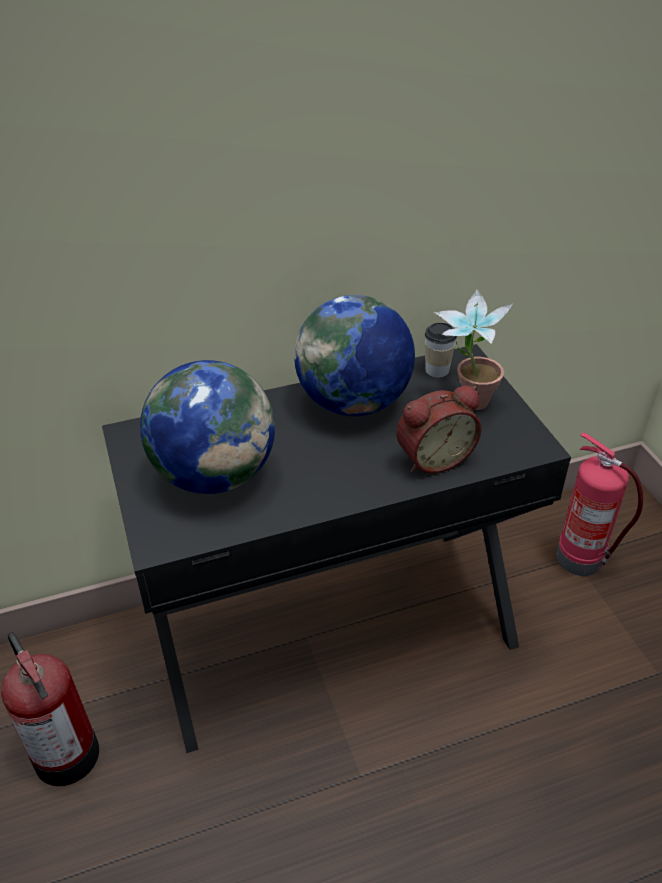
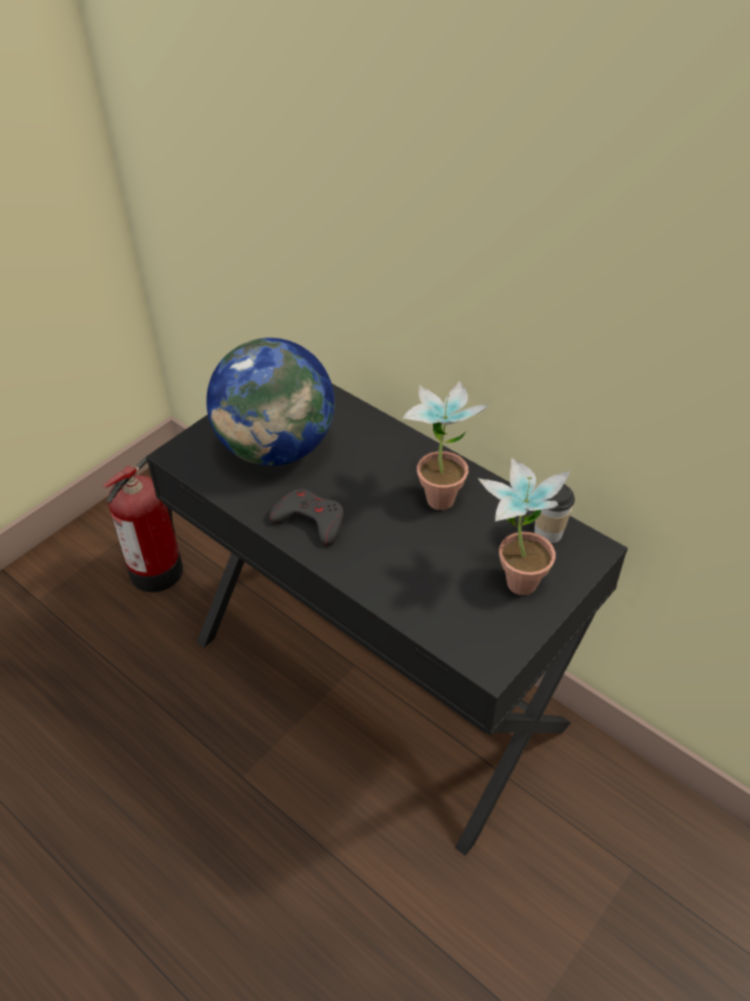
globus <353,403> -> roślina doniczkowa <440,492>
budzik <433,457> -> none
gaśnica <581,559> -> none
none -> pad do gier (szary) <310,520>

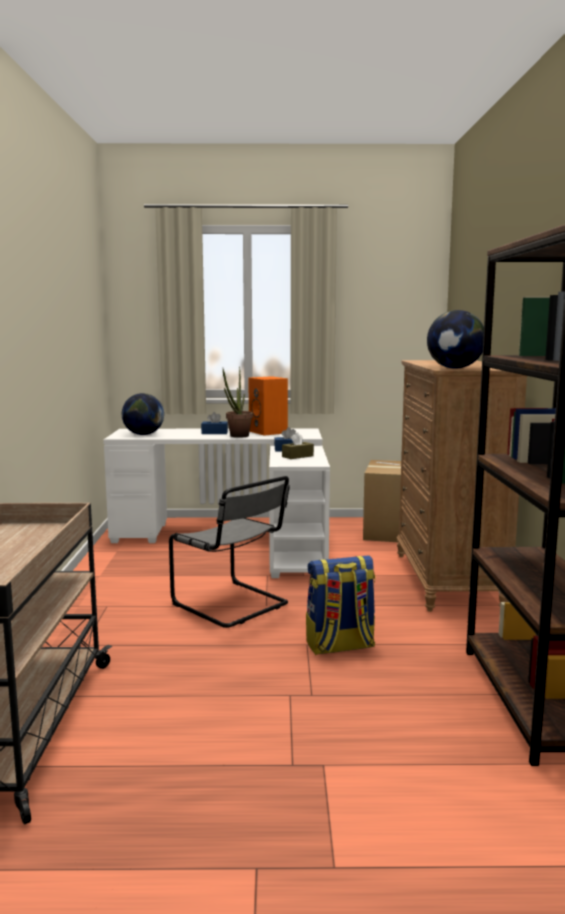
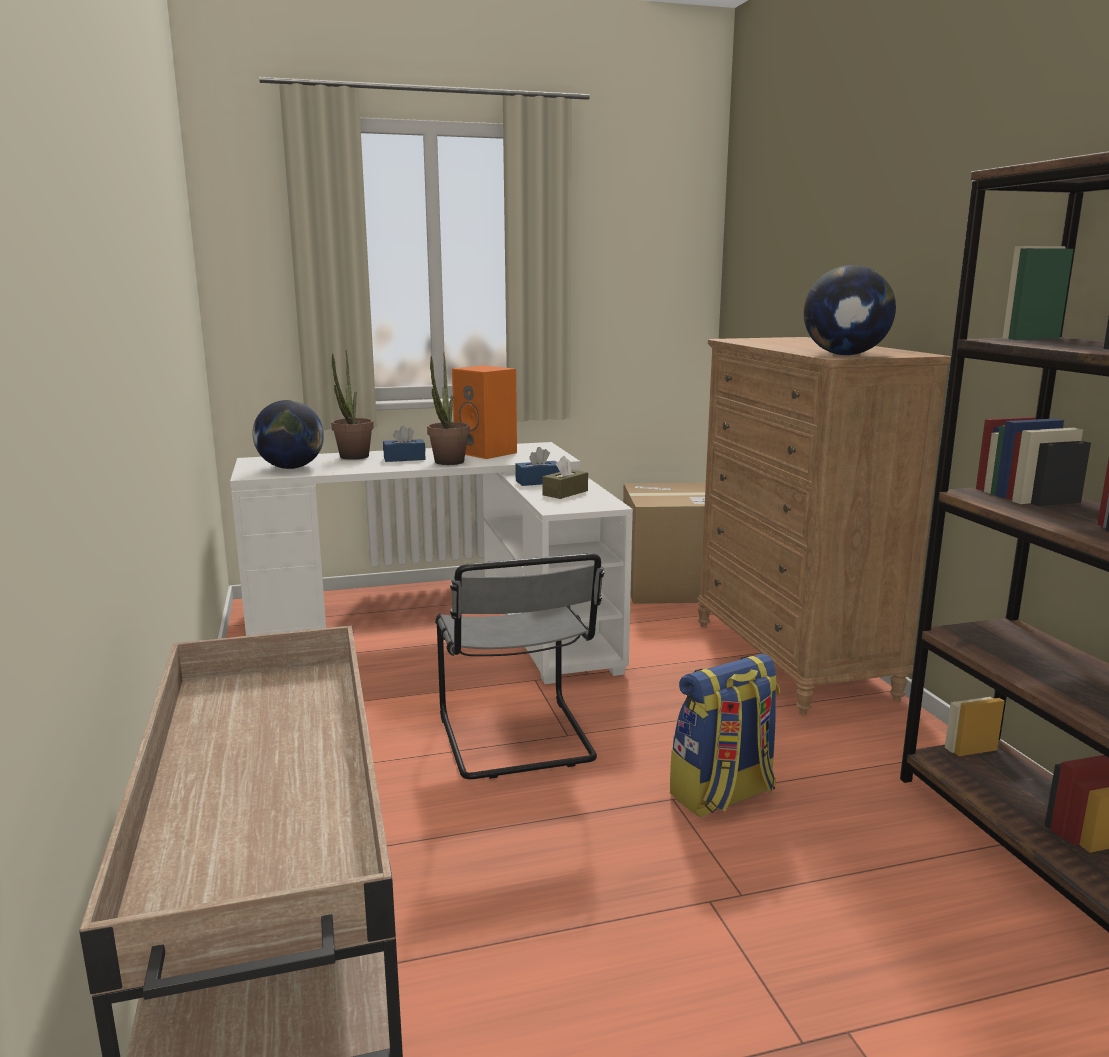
krzesło (szary) <233,605> -> krzesło (szary) <517,741>, 45 degrees clockwise
none -> roślina doniczkowa <352,458>

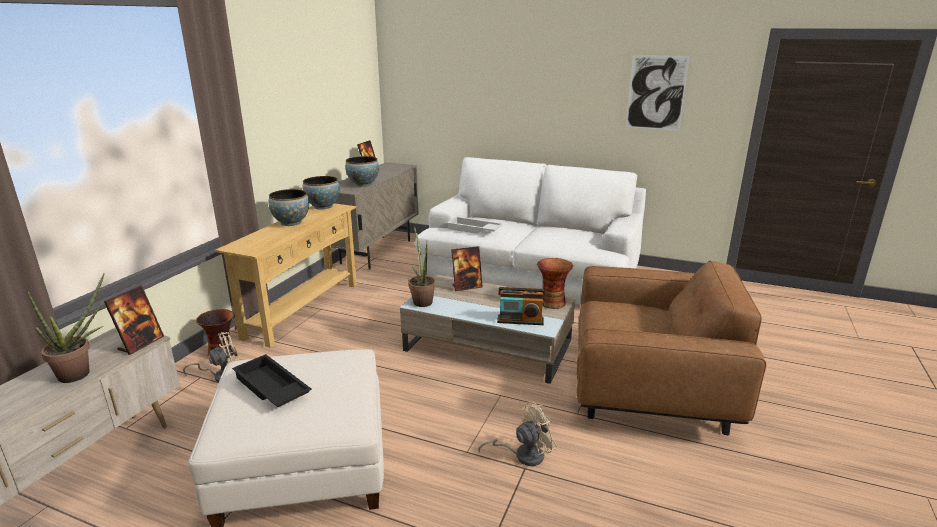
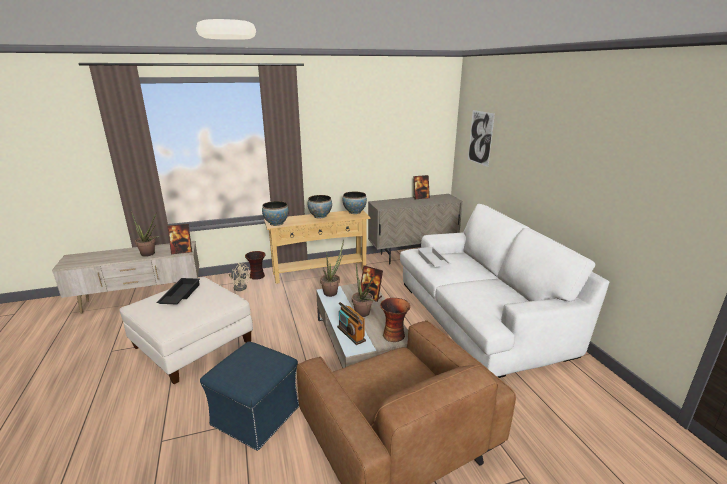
miska <363,184> -> miska <276,223>, move
wentylator (beżowy) <523,455> -> pufa (niebieski) <256,415>
obraz <656,93> -> obraz <480,138>, move
none -> roślina doniczkowa <363,314>

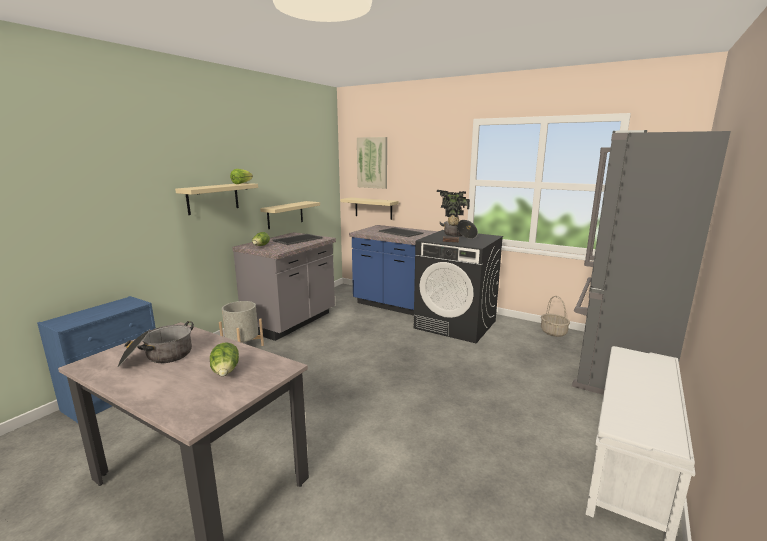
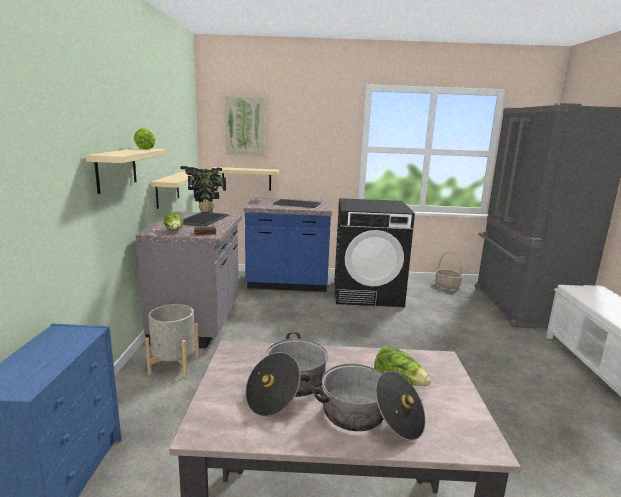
roślina doniczkowa <451,241> -> roślina doniczkowa <205,233>, move
garnek <459,235> -> garnek <369,417>, move

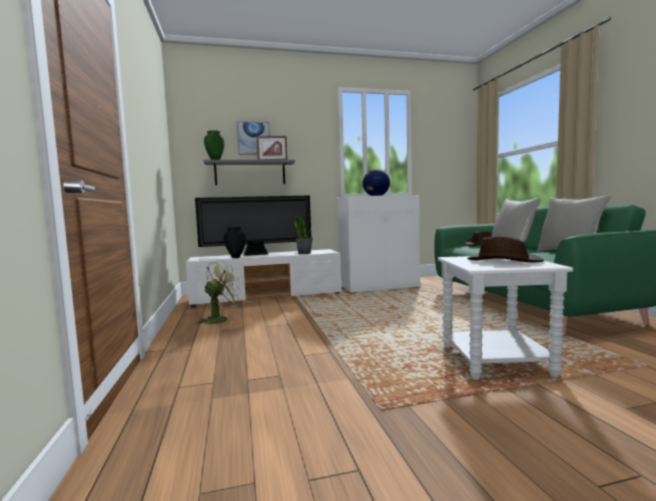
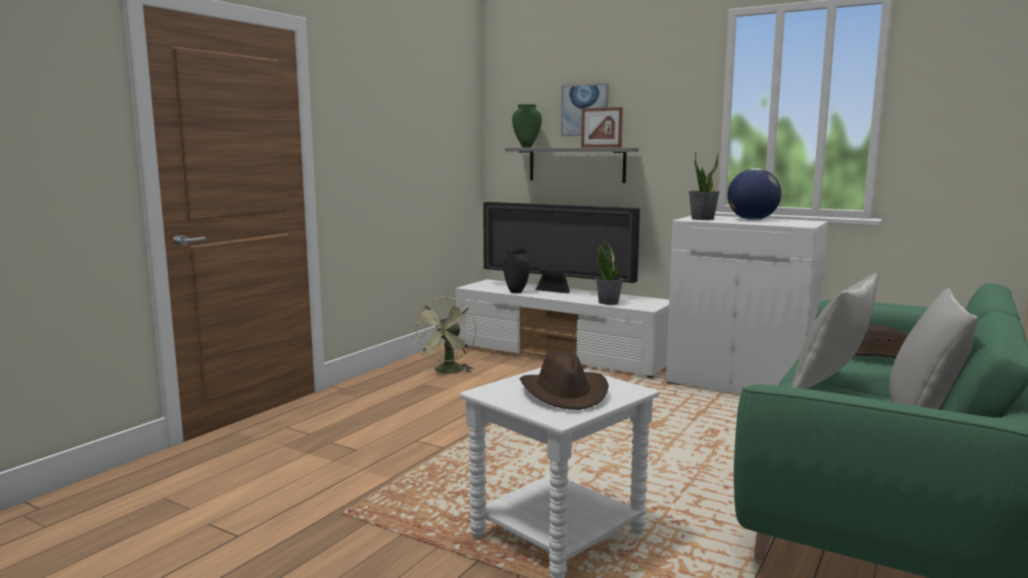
wentylator (zielony) <220,319> -> wentylator (zielony) <448,372>, 105 degrees clockwise
none -> roślina doniczkowa <702,219>

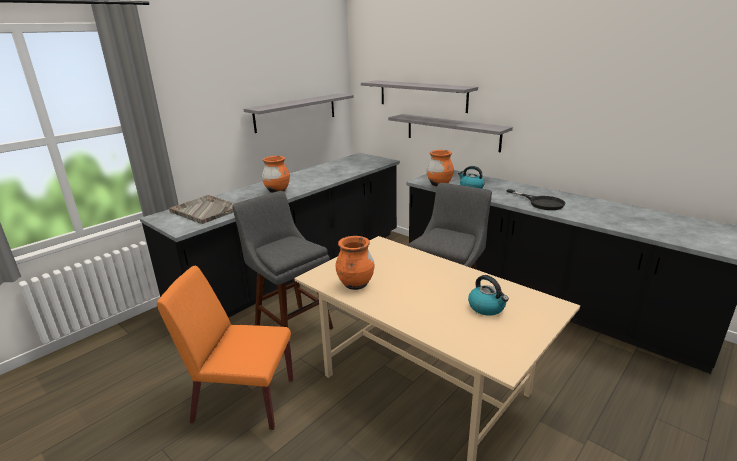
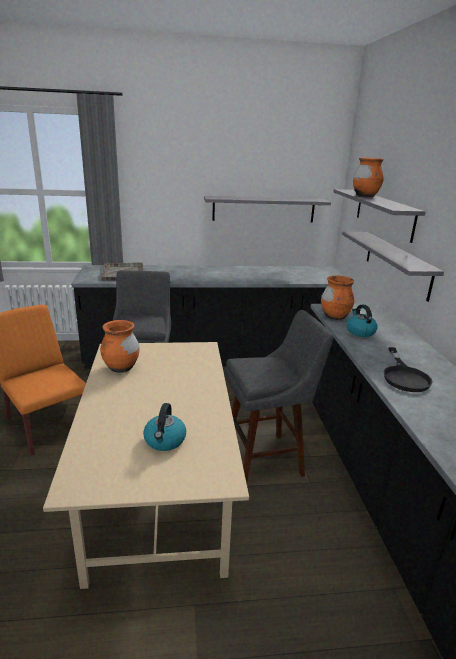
wazon (pomarańczowy) <277,191> -> wazon (pomarańczowy) <365,196>, move

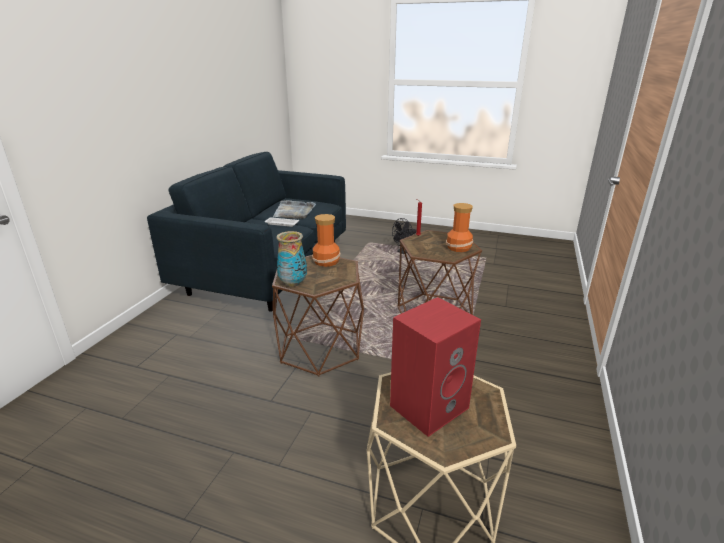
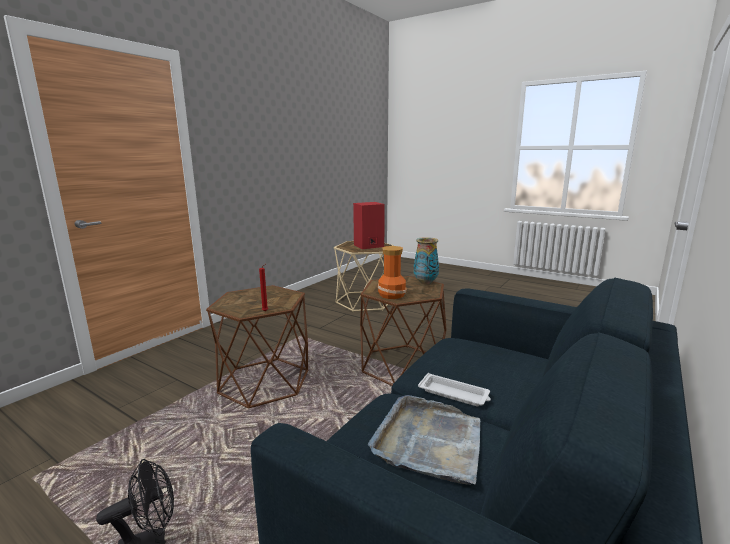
wazon <459,248> -> none

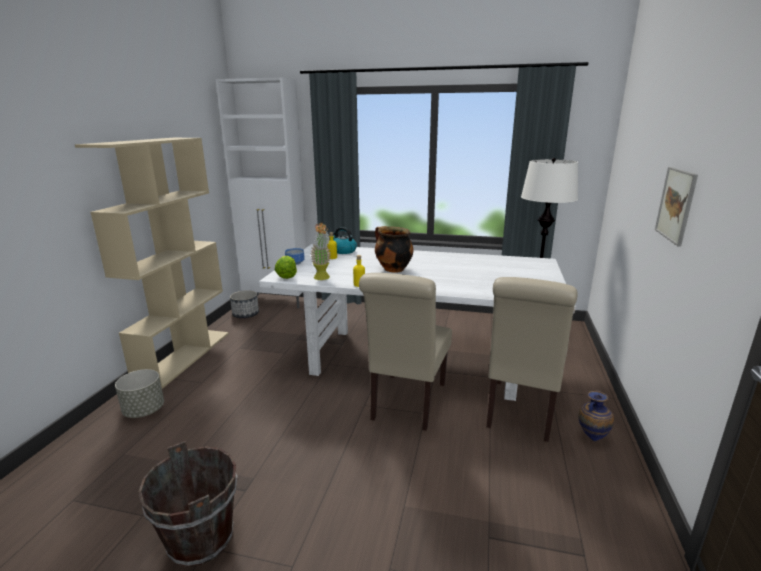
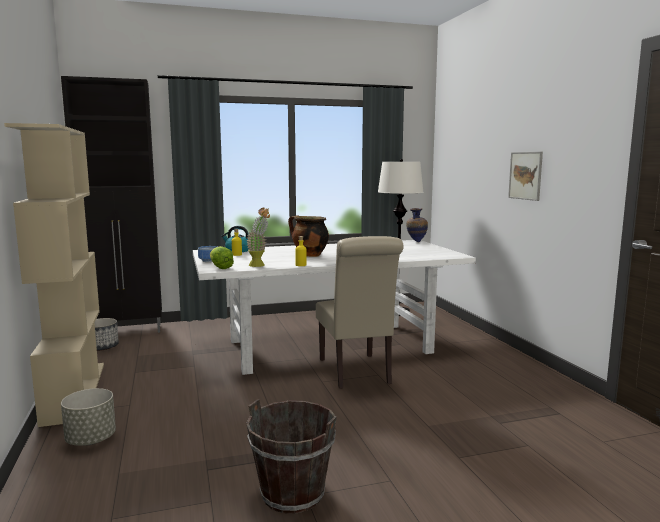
szafka (biały) <277,301> -> szafka (czarny) <126,331>
krzesło (beżowy) <520,412> -> none
wazon <591,438> -> wazon <416,242>, move

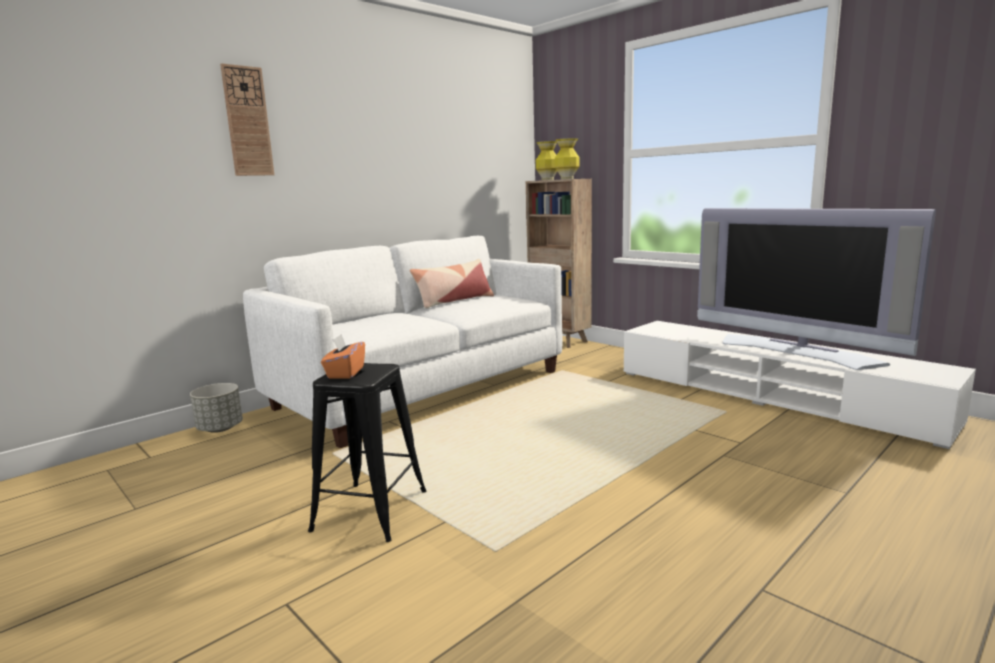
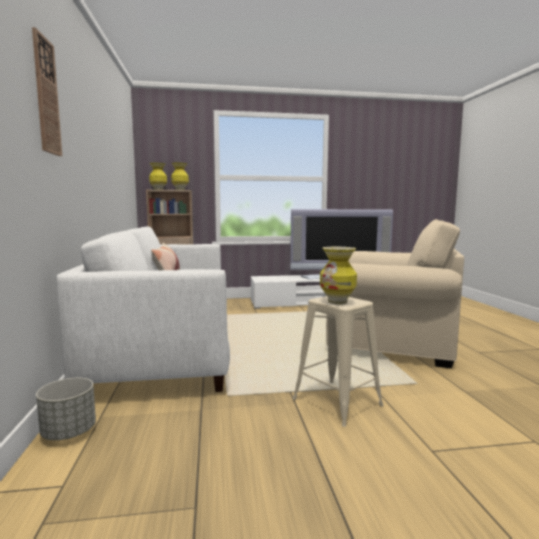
stołek (czarny) <370,511> -> stołek (beżowy) <337,402>
pudełko chusteczek (pomarańczowy) <345,373> -> wazon <337,302>
none -> fotel (beżowy) <390,341>

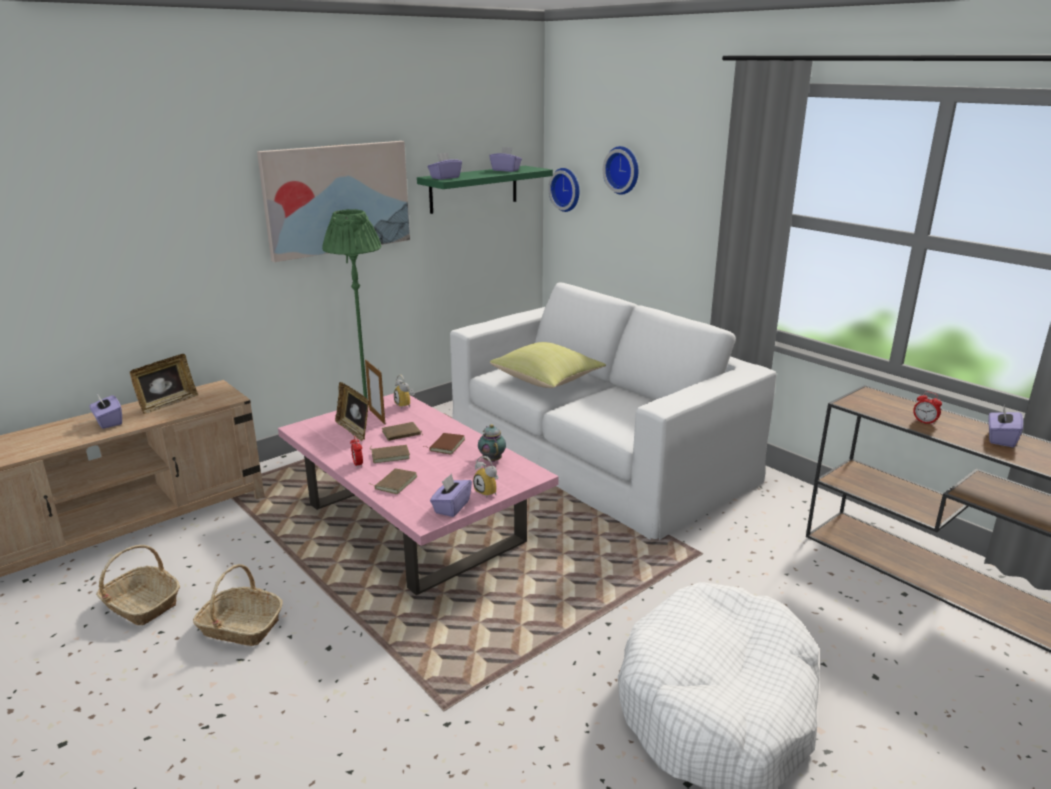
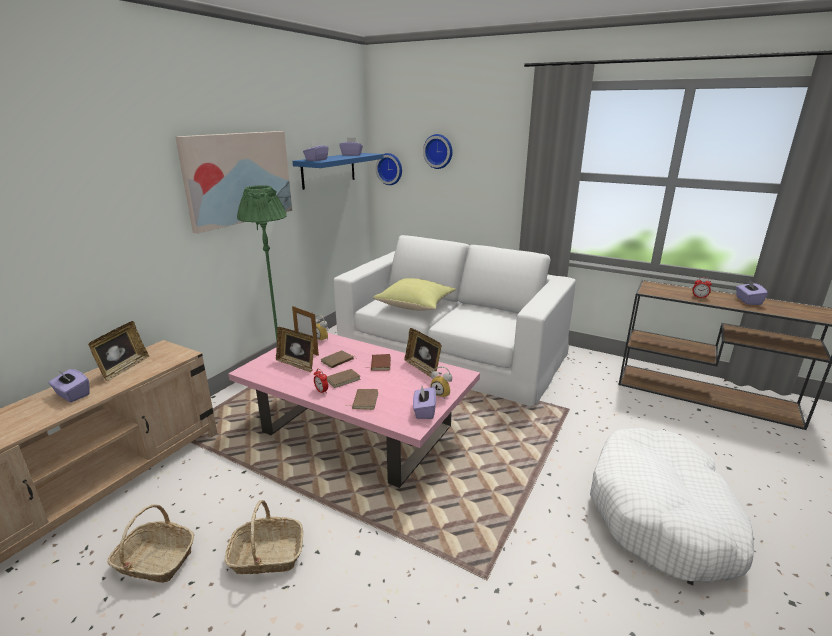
półka (zielony) <474,189> -> półka (niebieski) <328,170>
imbryk <492,459> -> ramka na zdjęcie <423,368>

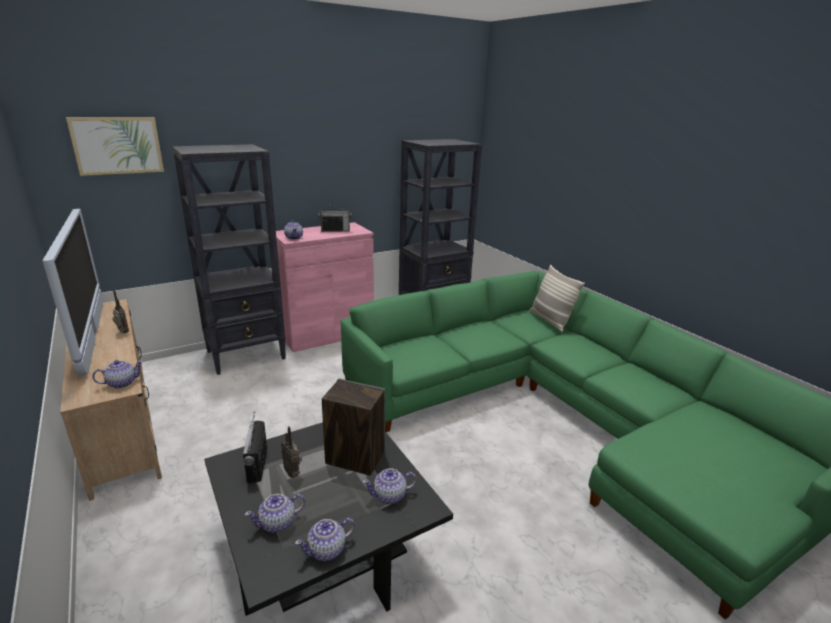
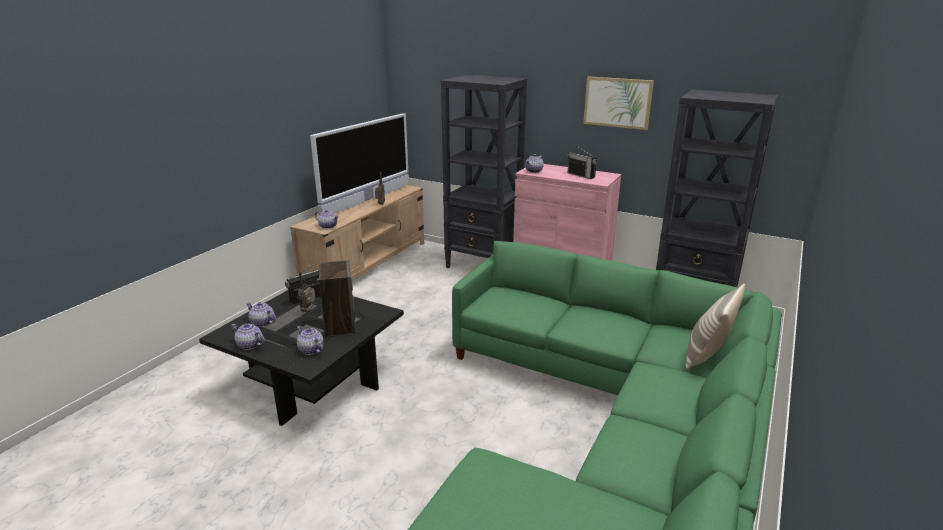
obraz <117,145> -> obraz <617,102>, move

